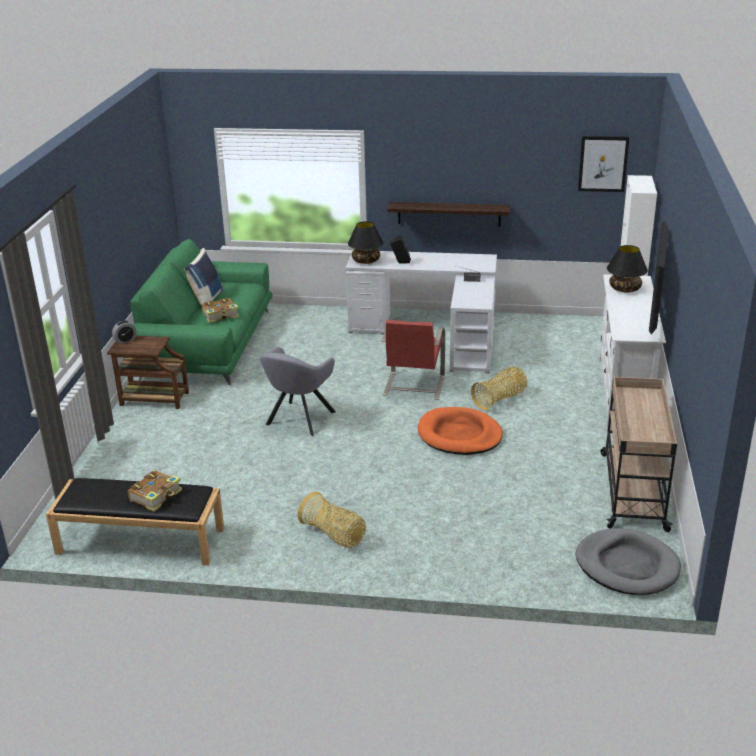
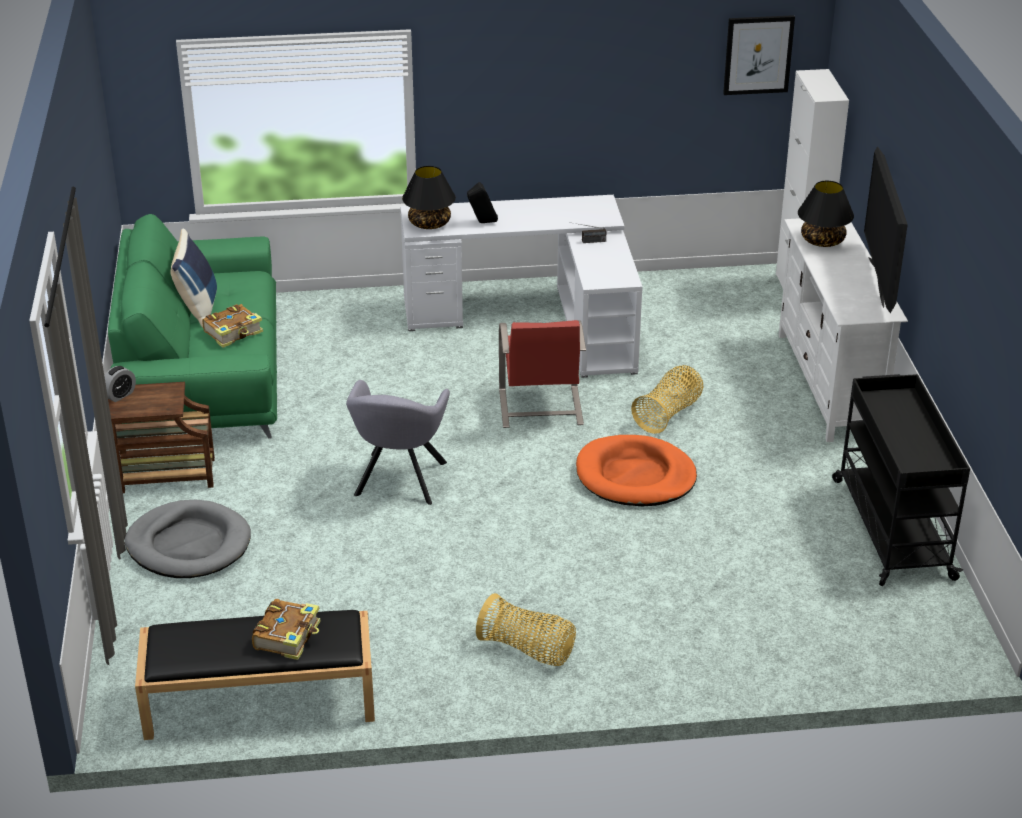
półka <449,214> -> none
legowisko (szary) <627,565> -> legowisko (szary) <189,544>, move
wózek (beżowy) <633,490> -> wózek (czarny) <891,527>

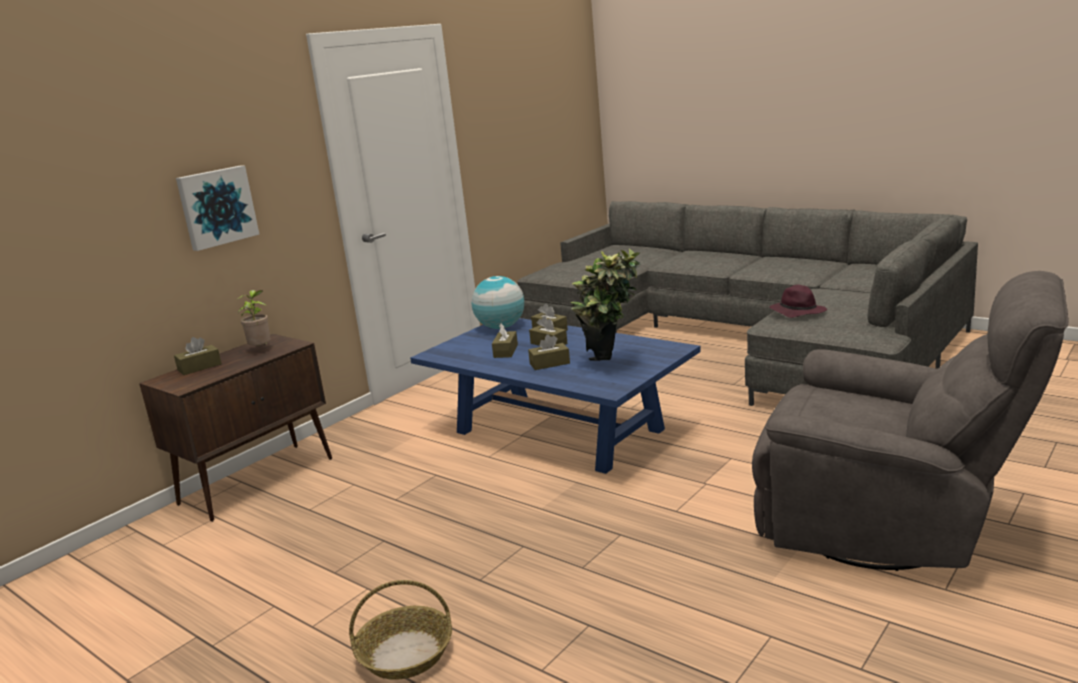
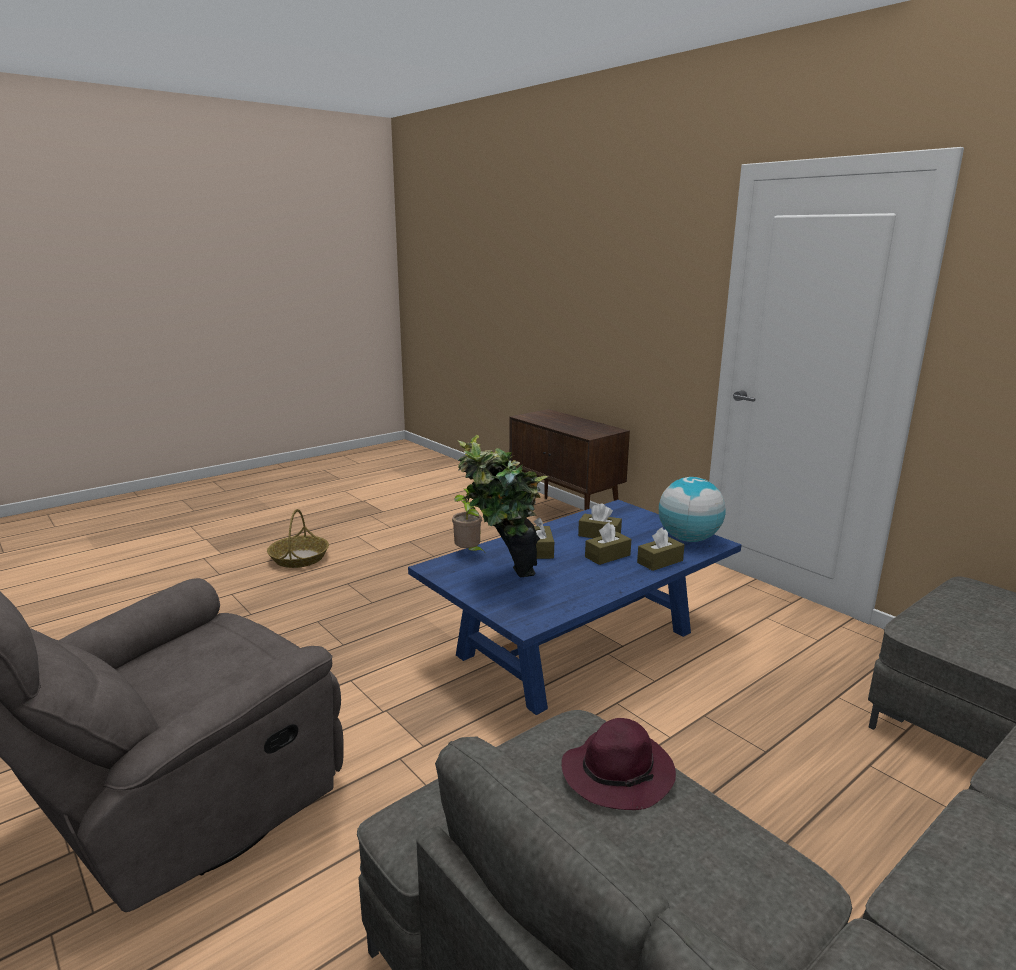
pudełko chusteczek (brązowy) <199,367> -> none
obraz <216,207> -> none
roślina doniczkowa <261,350> -> roślina doniczkowa <469,553>, move

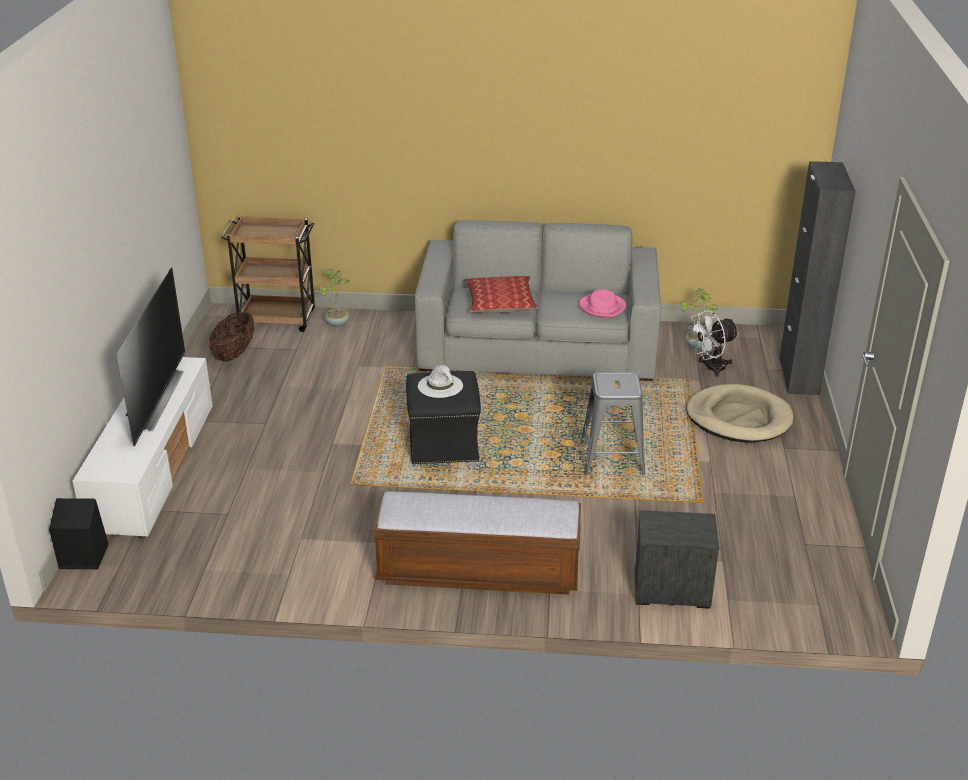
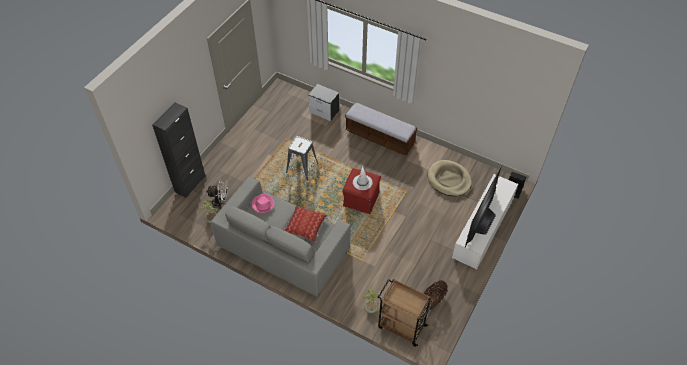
pufa (czarny) <443,443> -> pufa (czerwony) <361,199>
legowisko (beżowy) <739,418> -> legowisko (beżowy) <449,180>, move

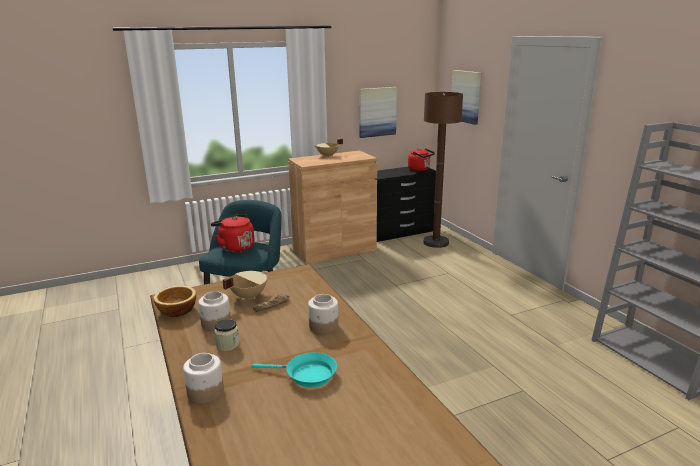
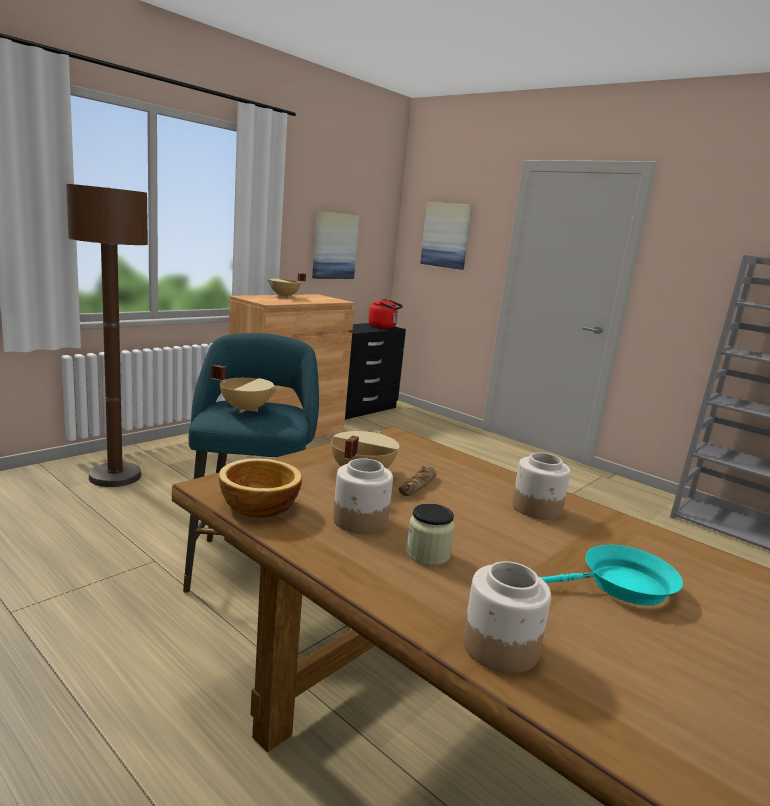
czajnik (czerwony) <235,247> -> garnek (beżowy) <246,409>
lampa stojąca (brązowy) <436,242> -> lampa stojąca (brązowy) <115,476>, move

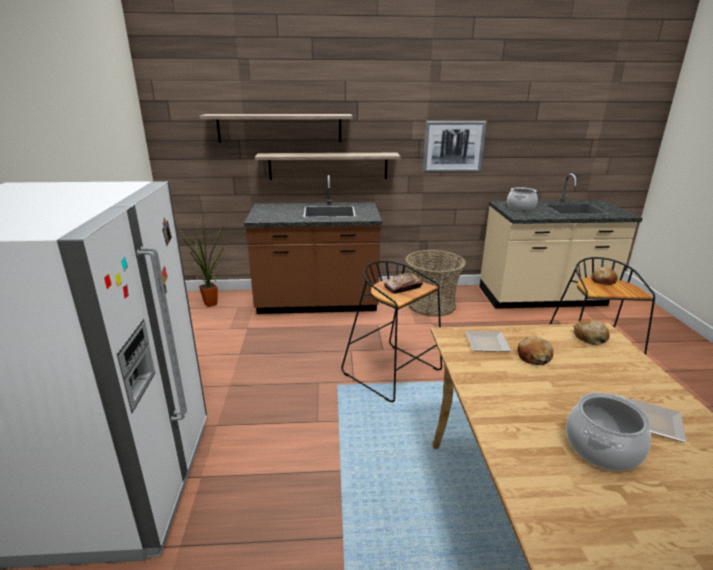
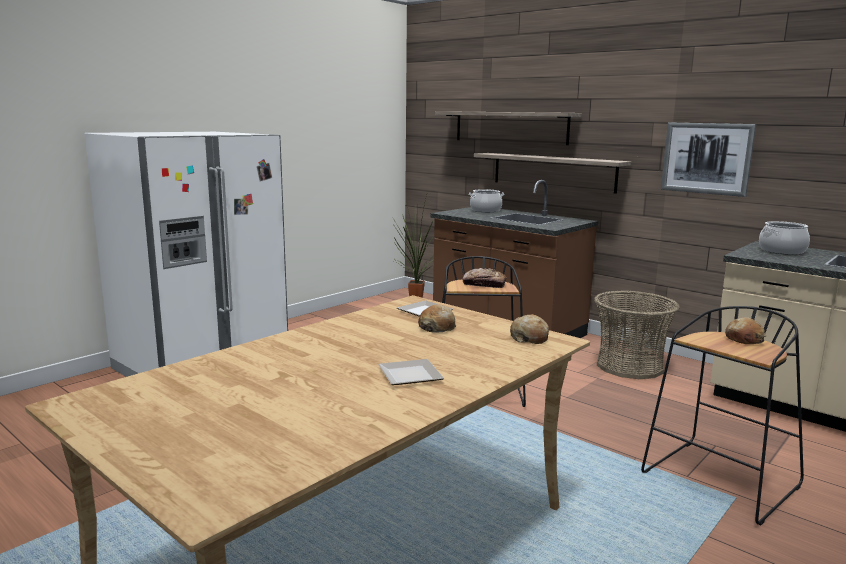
garnek <603,448> -> garnek <485,210>, move

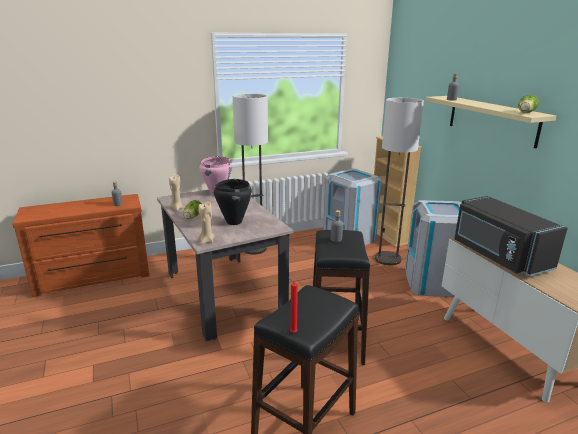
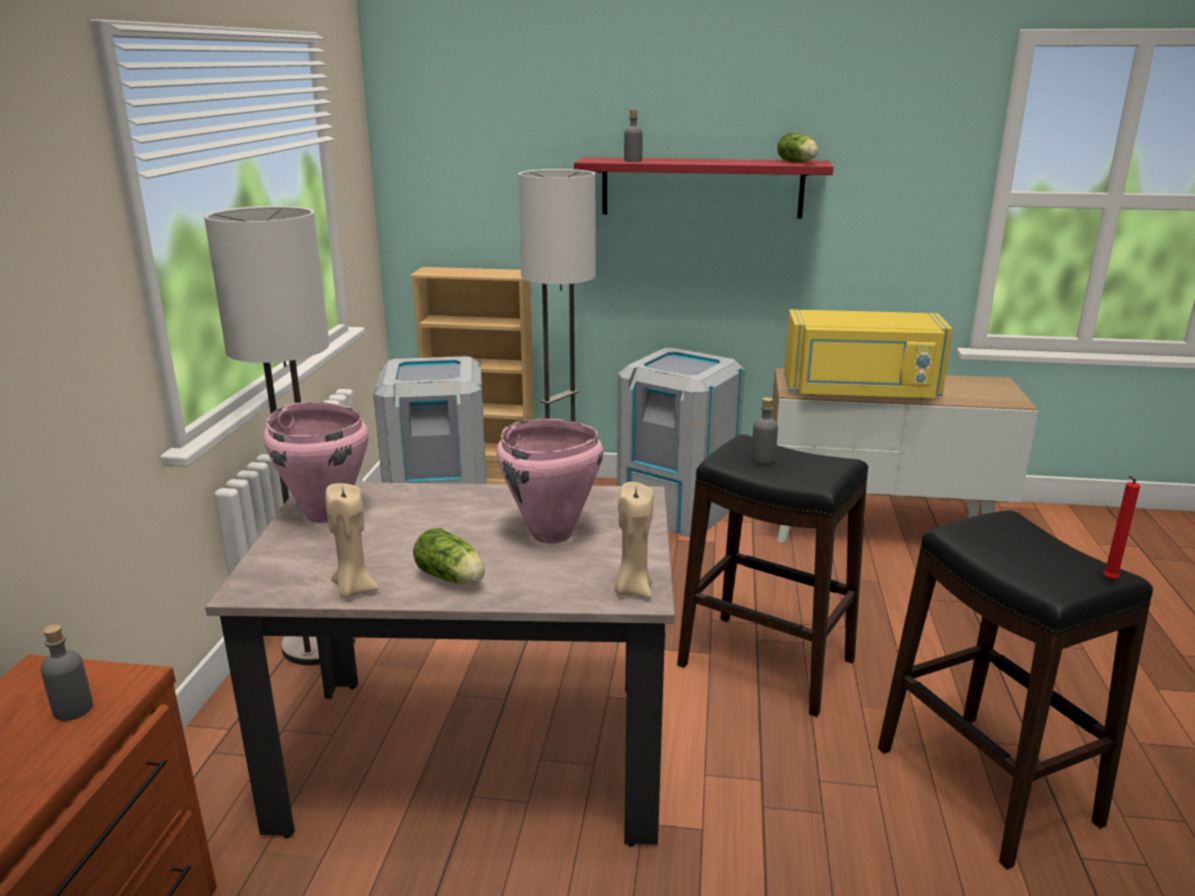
garnek (czarny) <233,222> -> garnek (różowy) <551,534>
półka (beżowy) <491,120> -> półka (czerwony) <702,187>
mikrofalówka (czarny) <498,255> -> mikrofalówka (żółty) <861,392>

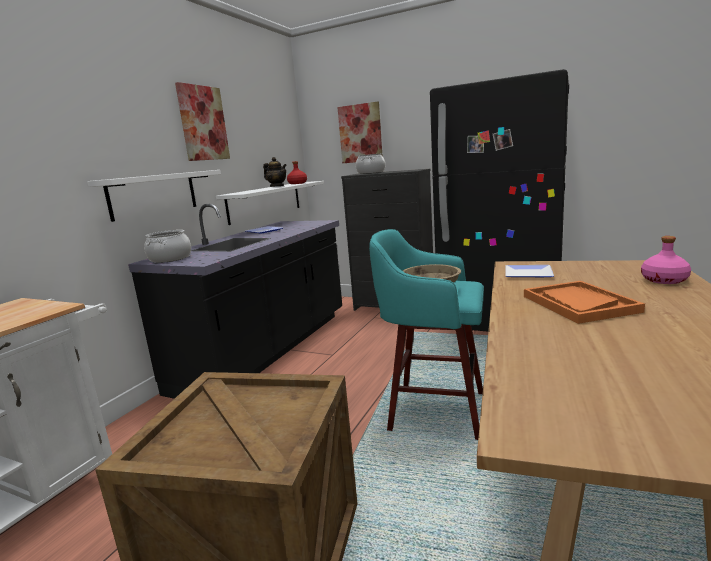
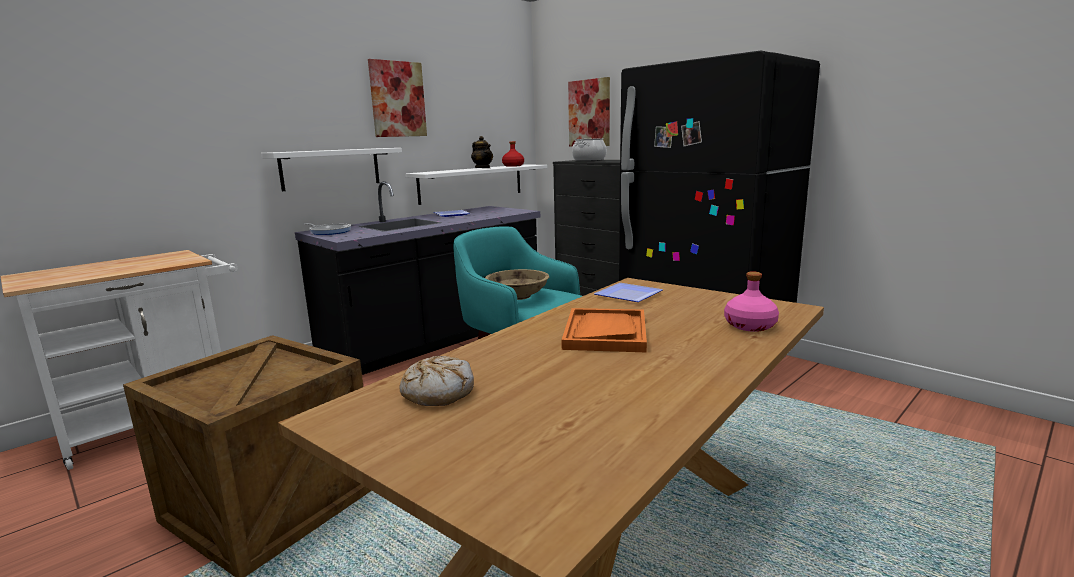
garnek <170,259> -> patelnia <329,231>
none -> chleb <438,392>

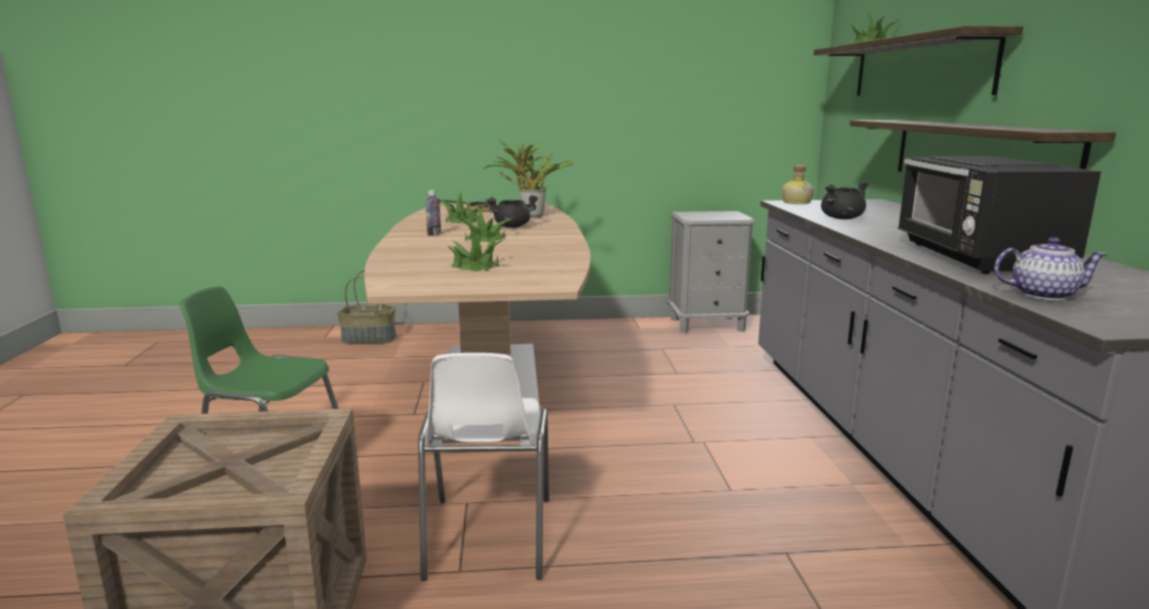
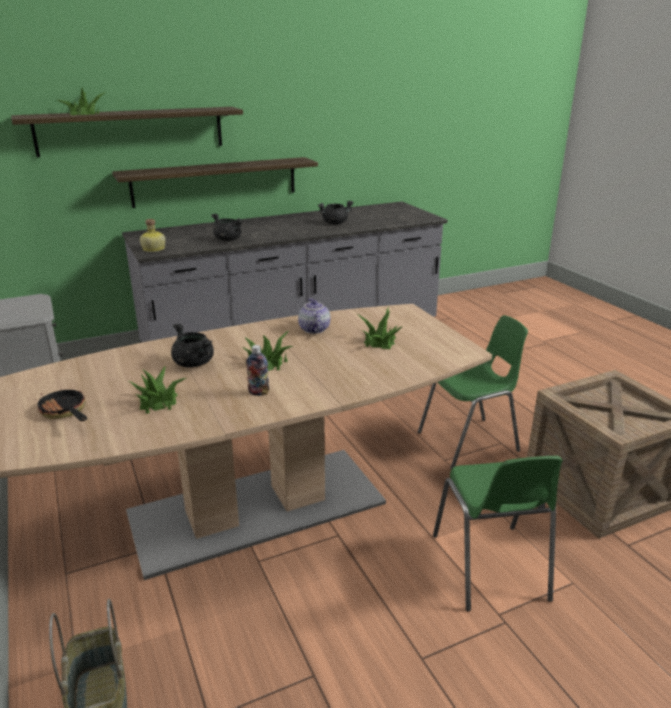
krzesło (biały) <487,538> -> krzesło (zielony) <469,442>
roślina doniczkowa <530,216> -> none
mikrofalówka (czarny) <977,258> -> garnek (czarny) <335,223>
imbryk <1042,294> -> imbryk <314,329>, move

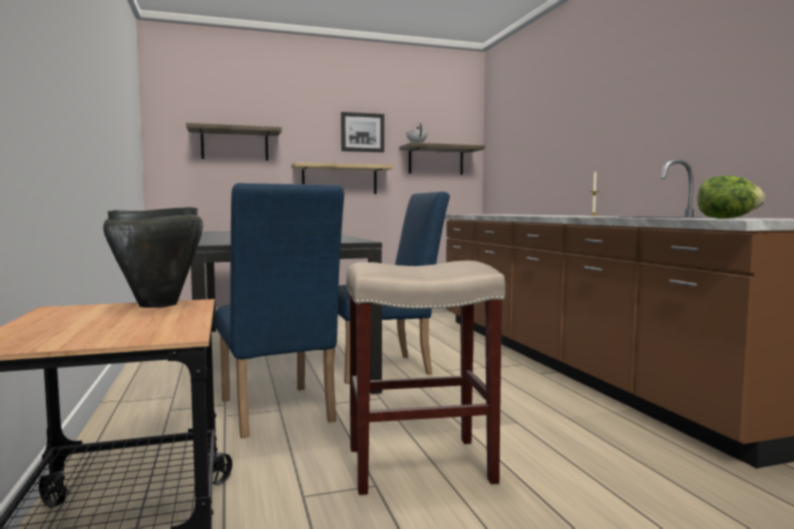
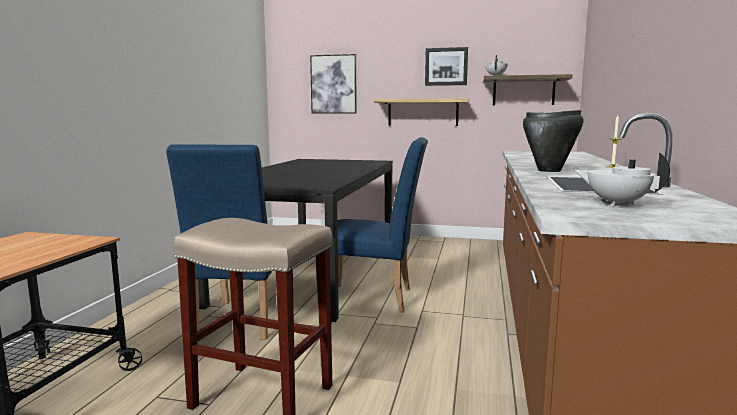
garnek (czarny) <158,305> -> garnek (czarny) <549,170>, move
półka <235,145> -> obraz <333,84>
sałata <726,218> -> imbryk (biały) <617,204>

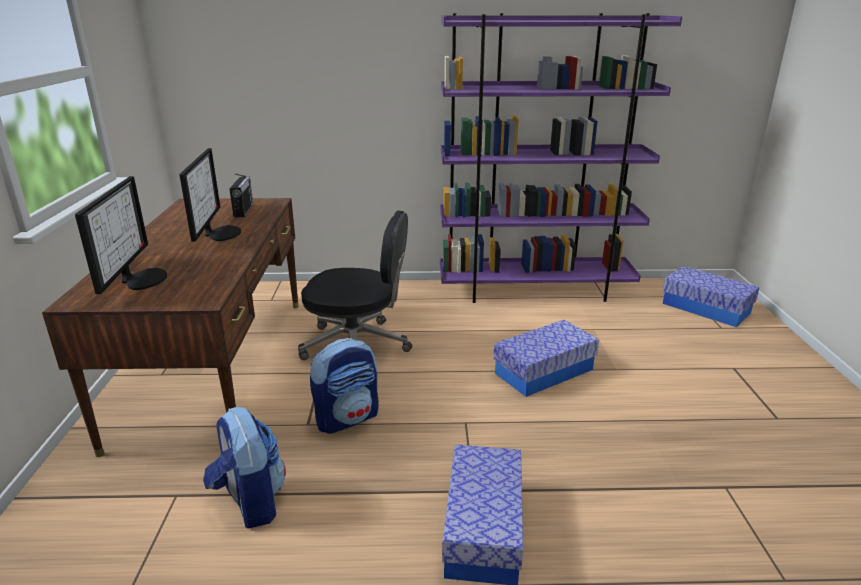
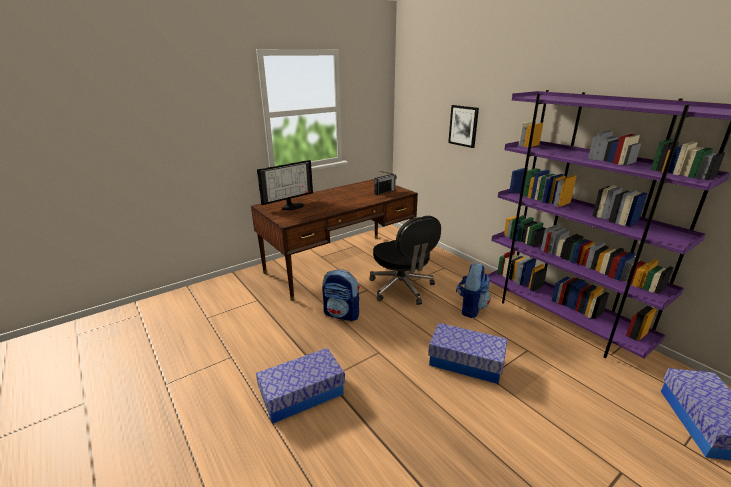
monitor <220,233> -> none
plecak <250,502> -> plecak <470,308>, move
none -> obraz <463,126>

